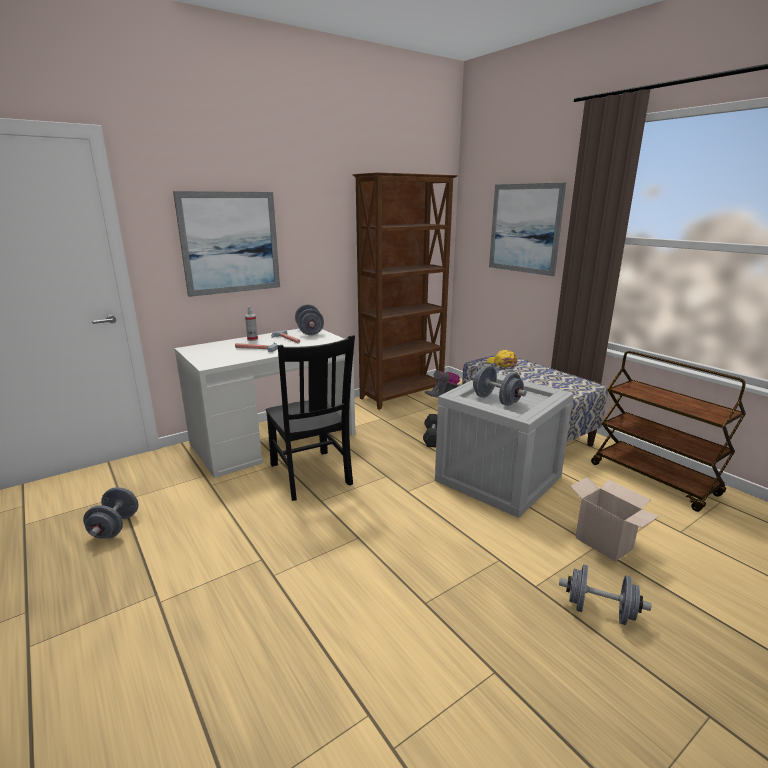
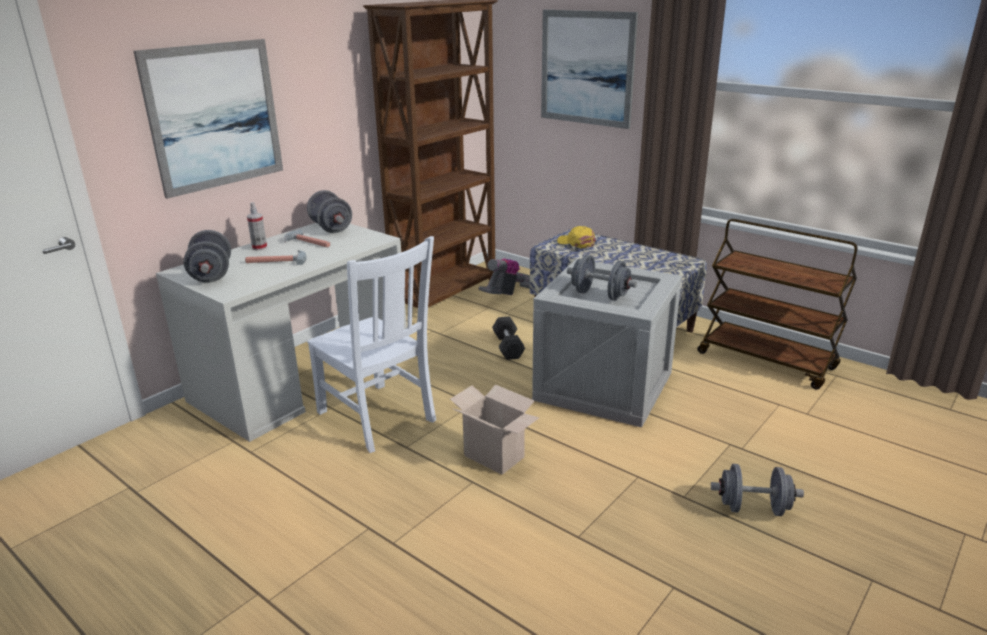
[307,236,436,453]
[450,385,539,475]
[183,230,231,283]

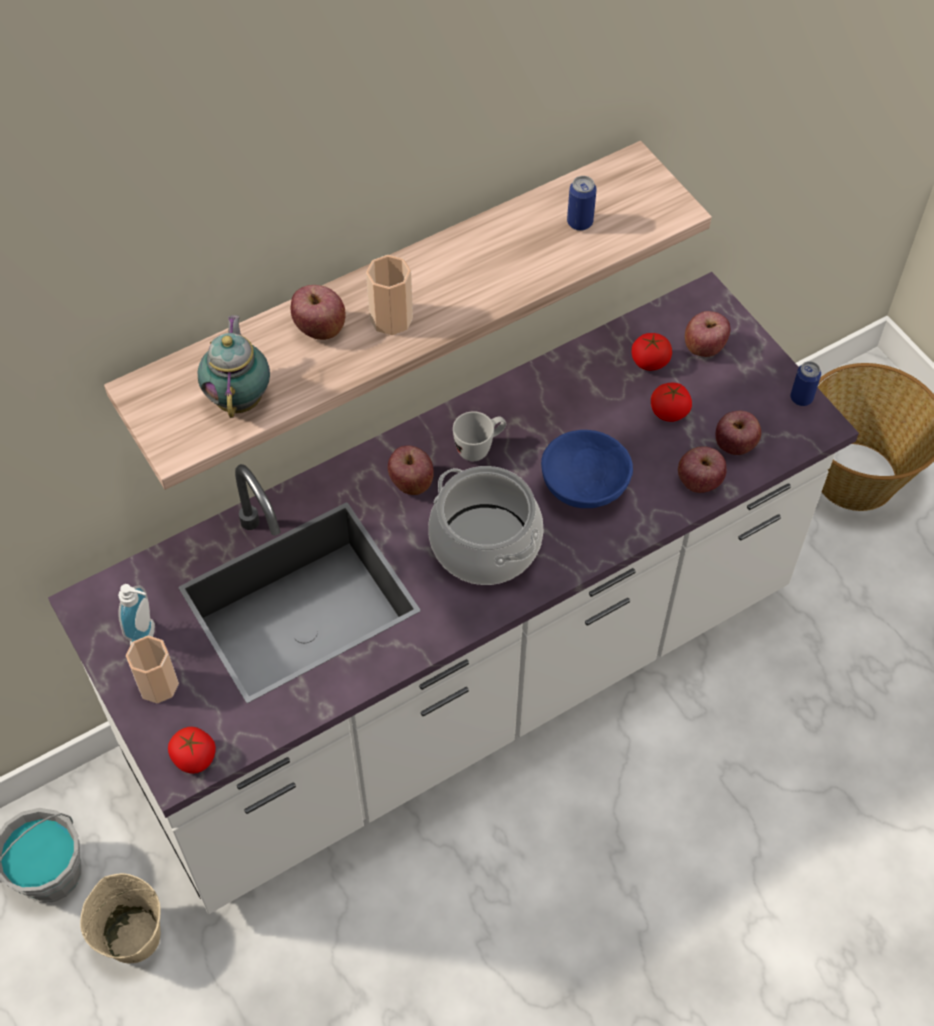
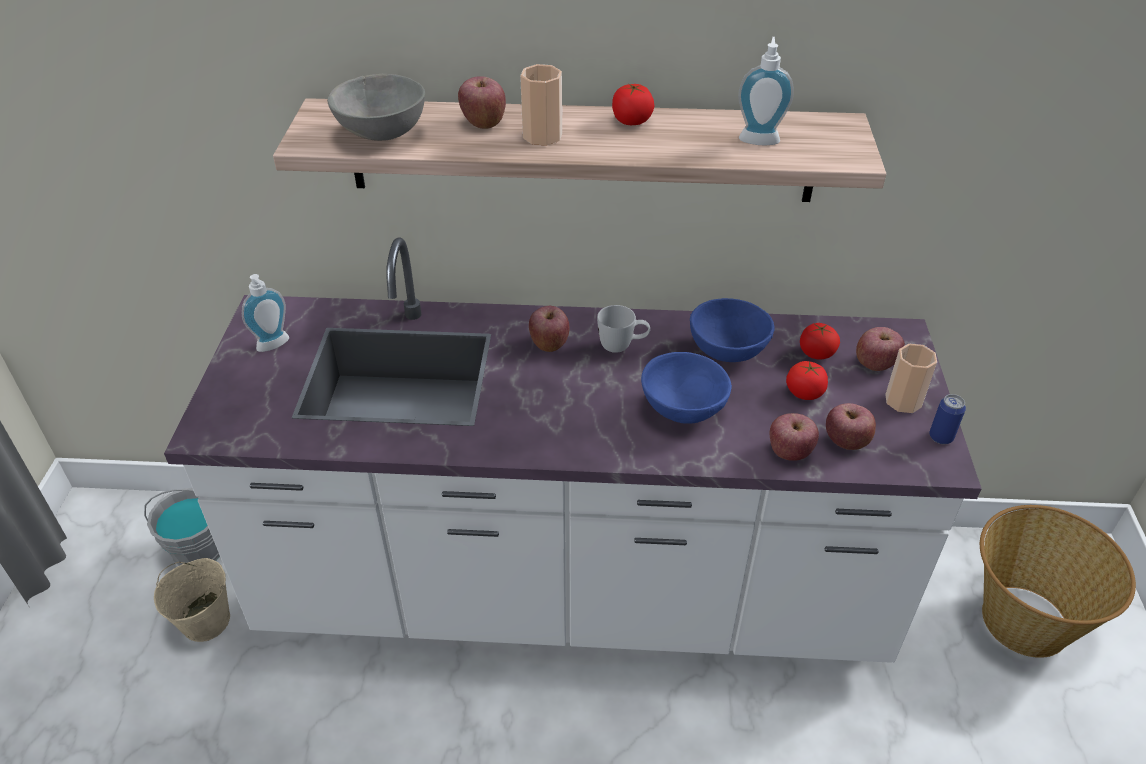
[738,37,794,145]
[327,74,425,141]
[428,466,543,585] (first image)
[885,344,937,413]
[612,84,655,125]
[690,298,774,362]

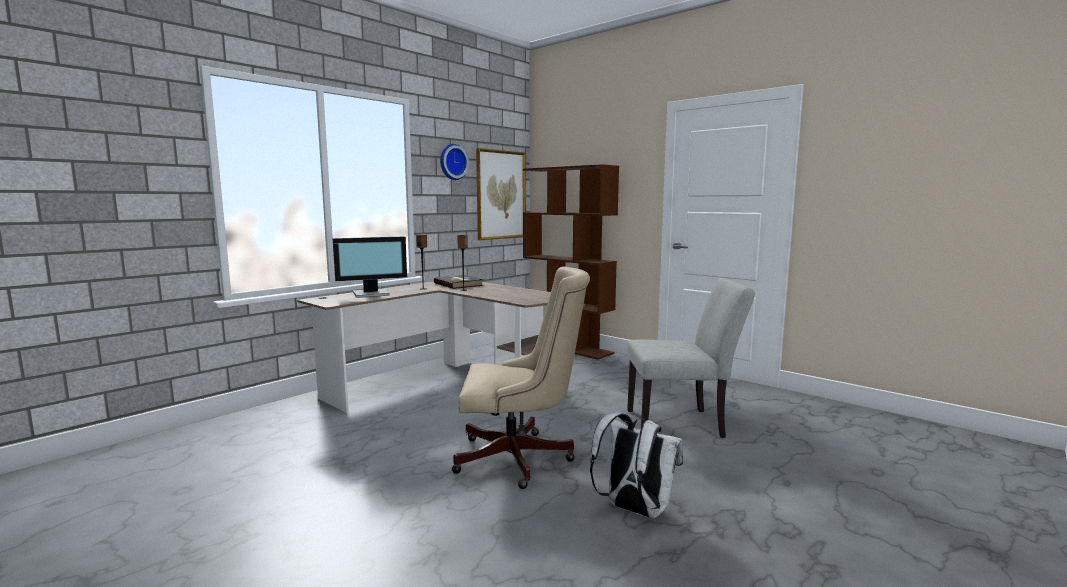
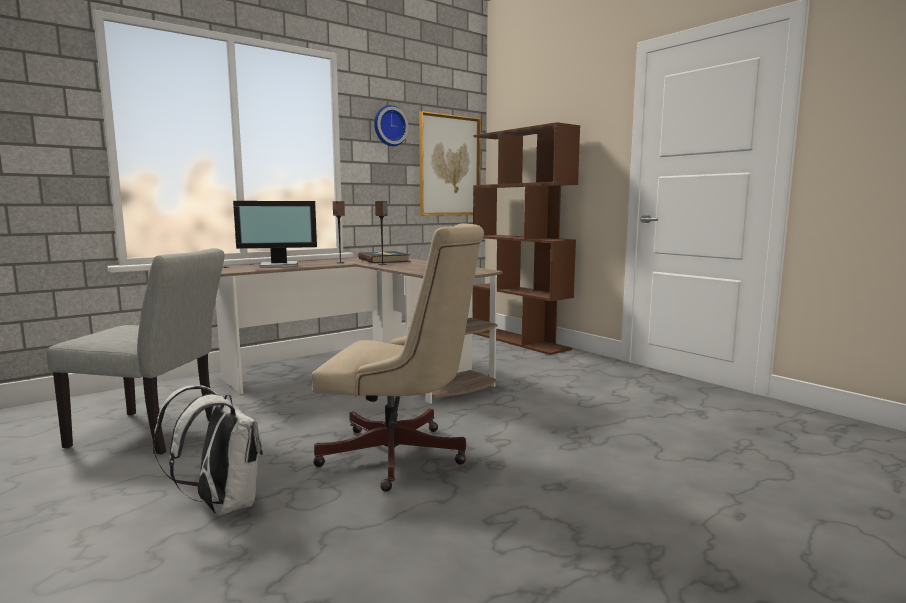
[46,248,225,454]
[153,385,263,516]

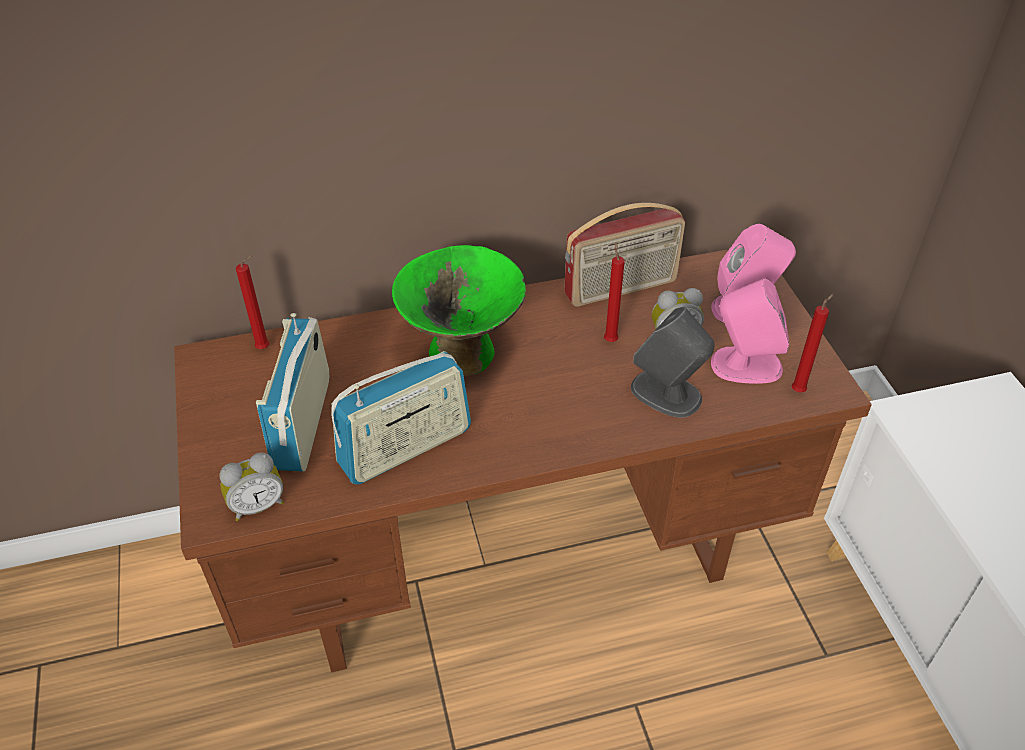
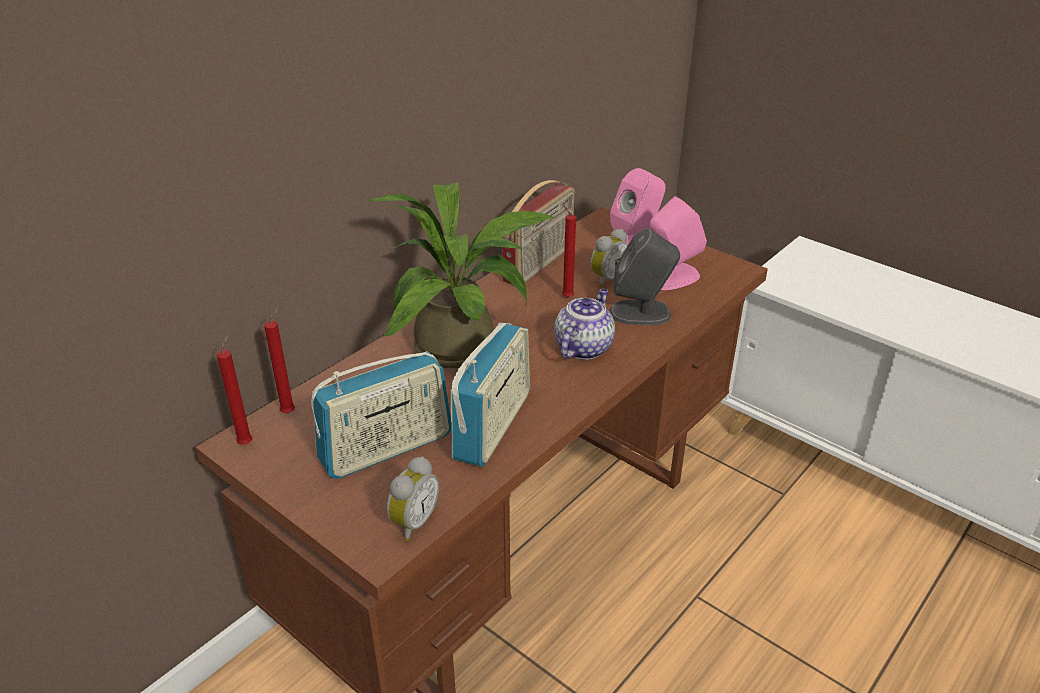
[368,182,555,368]
[217,335,252,445]
[311,351,451,479]
[554,288,615,360]

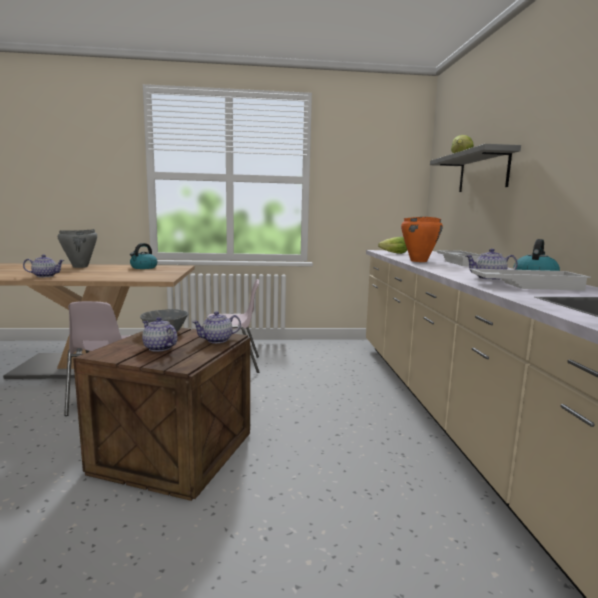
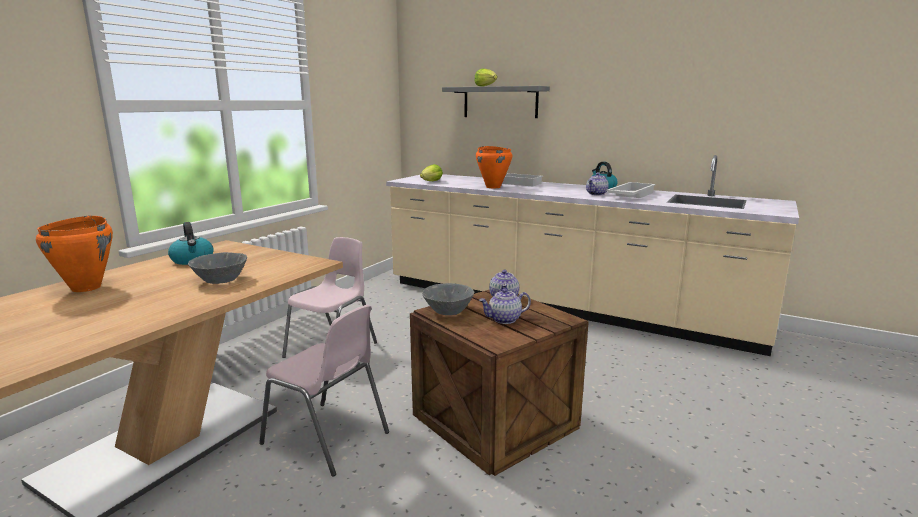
[36,216,113,292]
[23,254,65,277] (first image)
[188,252,247,284]

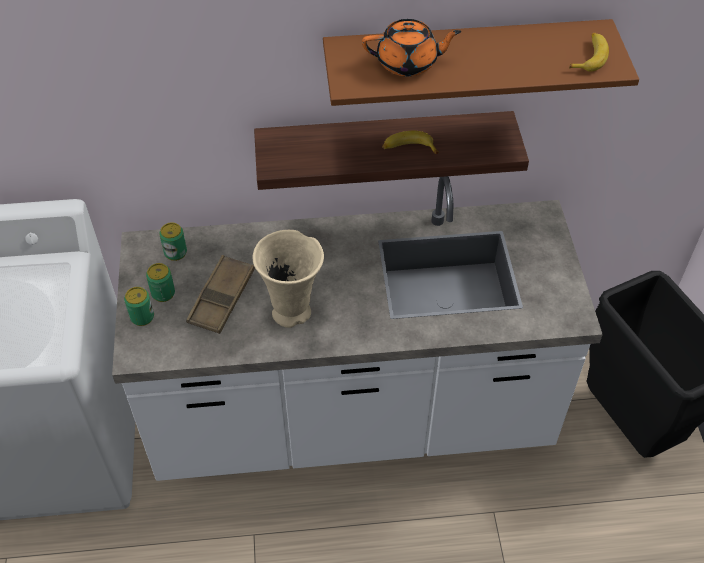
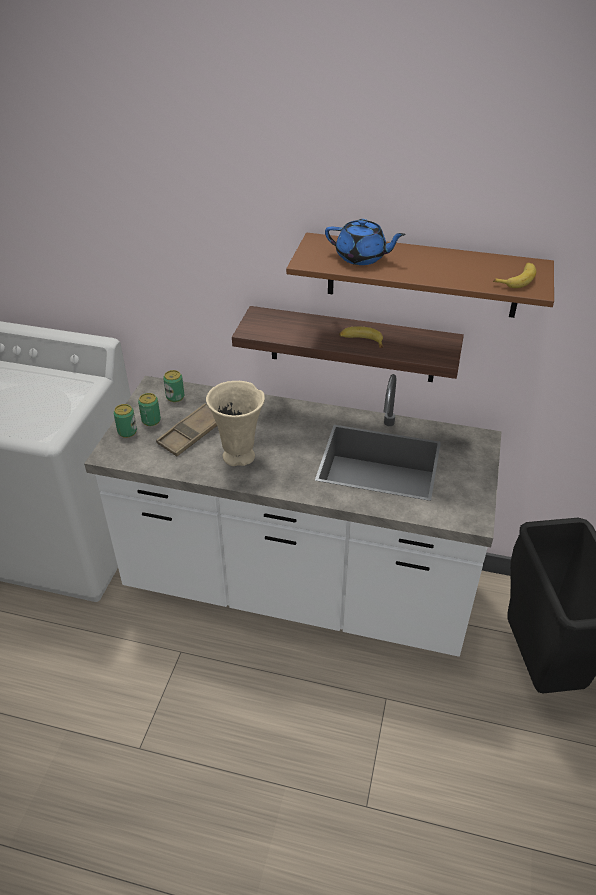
[325,219,406,265]

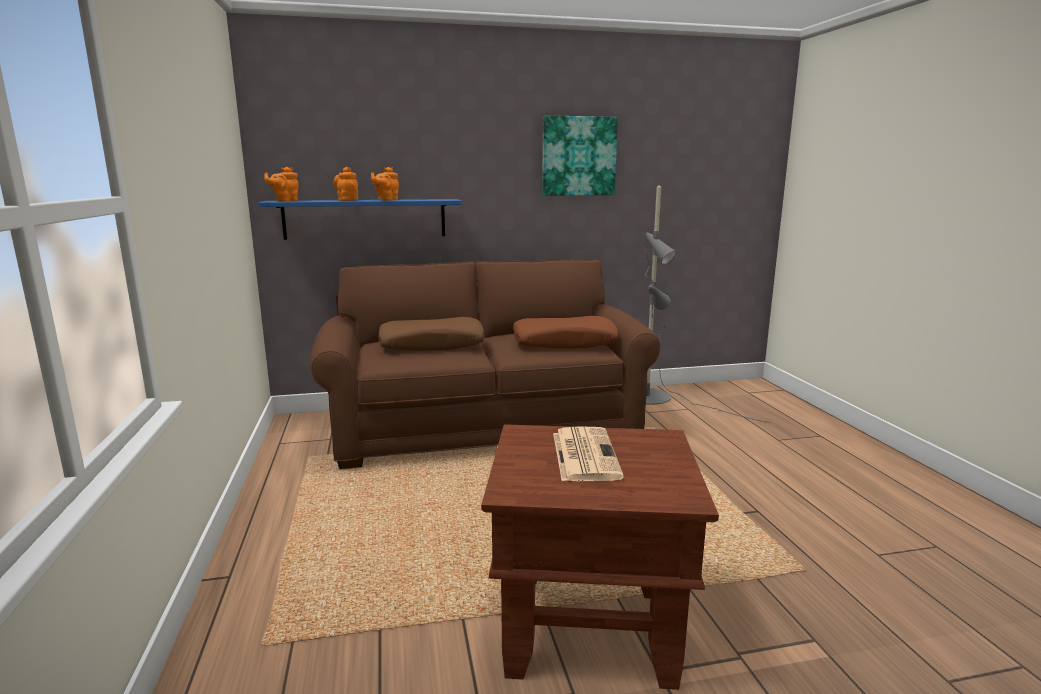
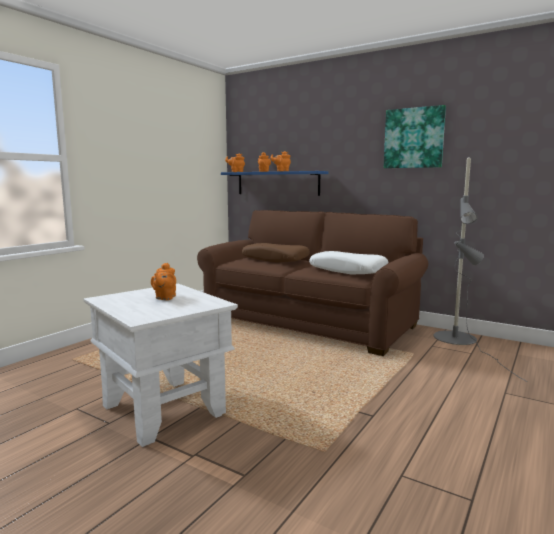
[309,251,388,275]
[83,284,238,447]
[151,263,176,300]

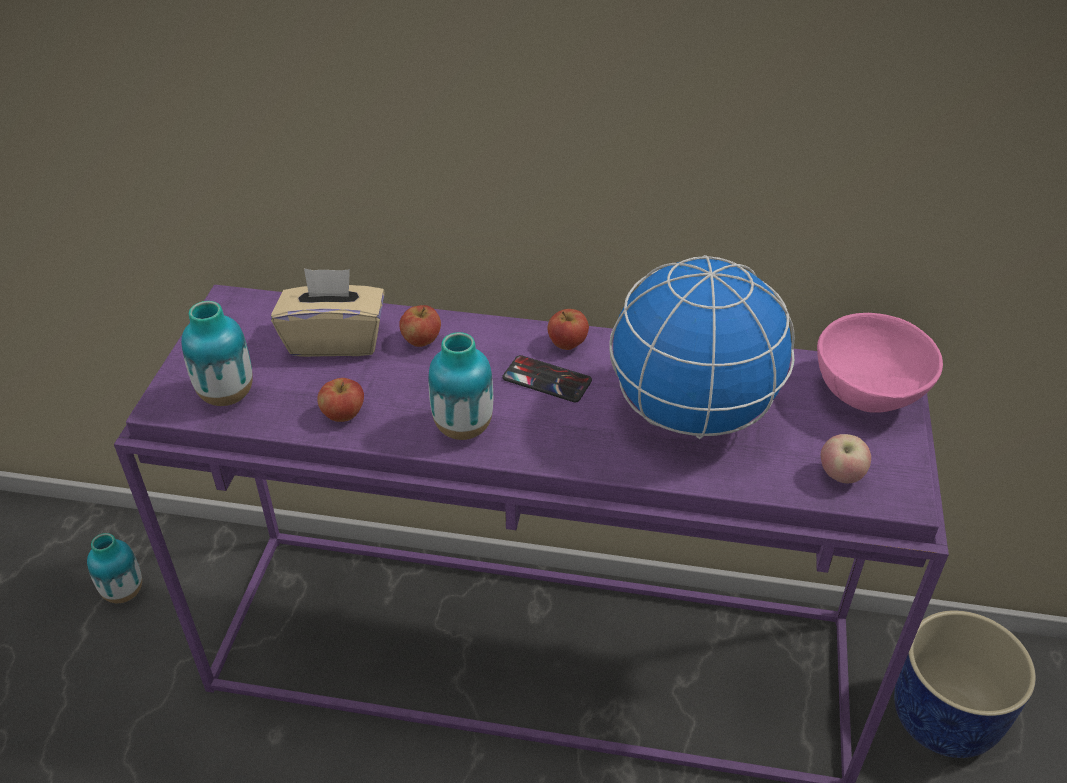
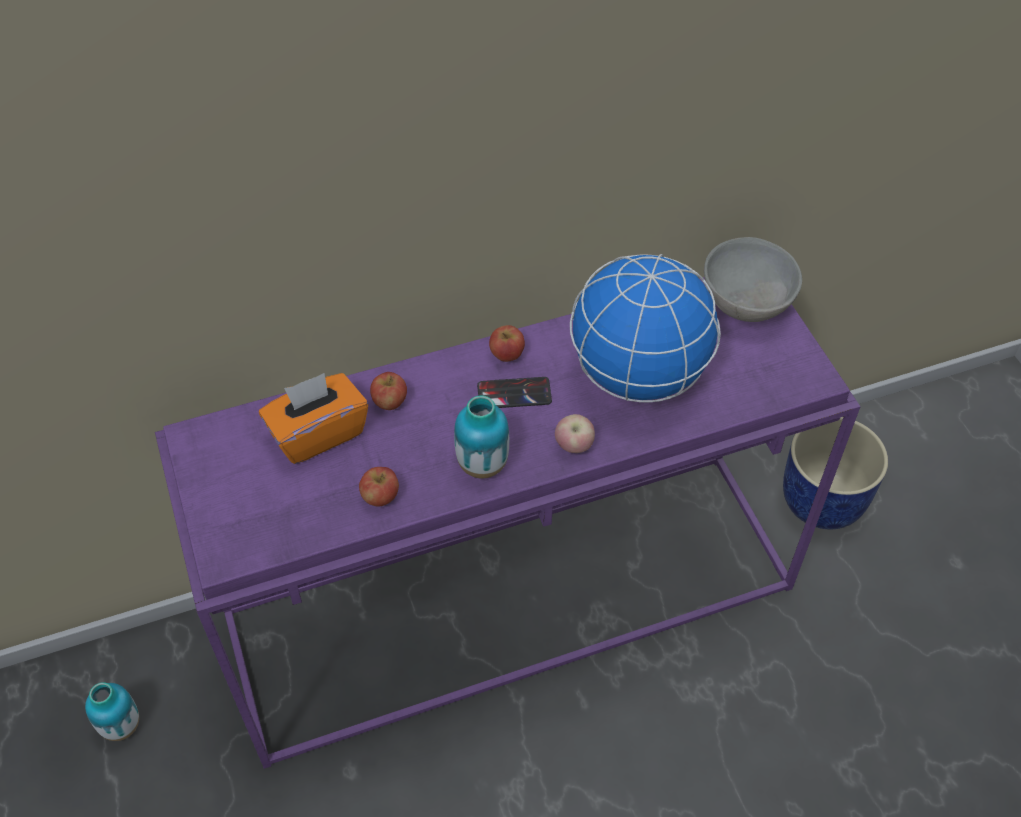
[259,373,368,464]
[181,301,253,406] (first image)
[704,237,802,322]
[555,414,595,453]

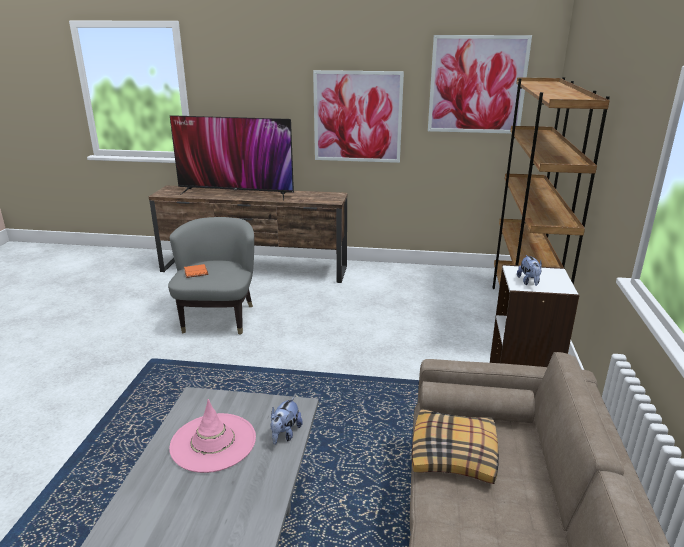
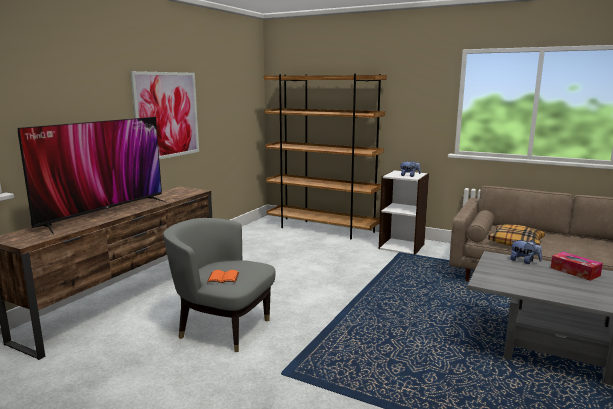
[428,35,532,133] (first image)
[169,399,256,473] (first image)
[551,252,603,281]

